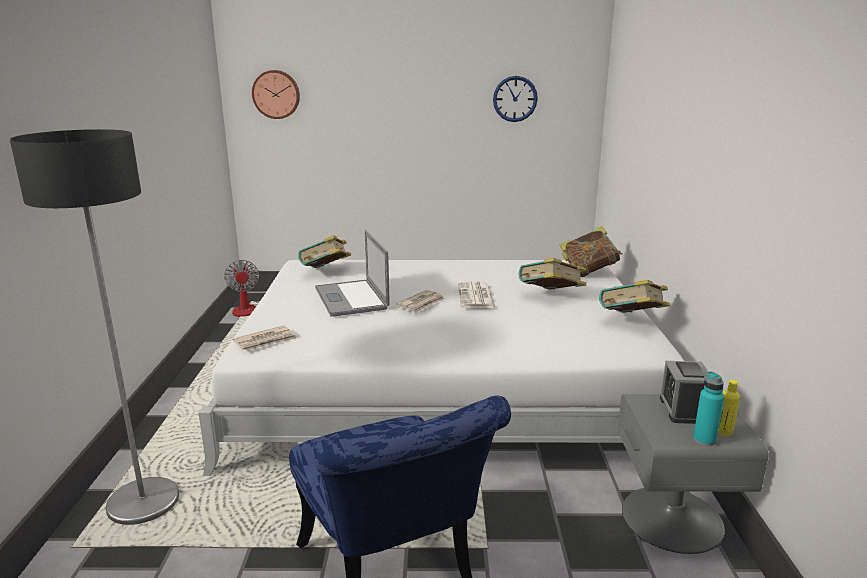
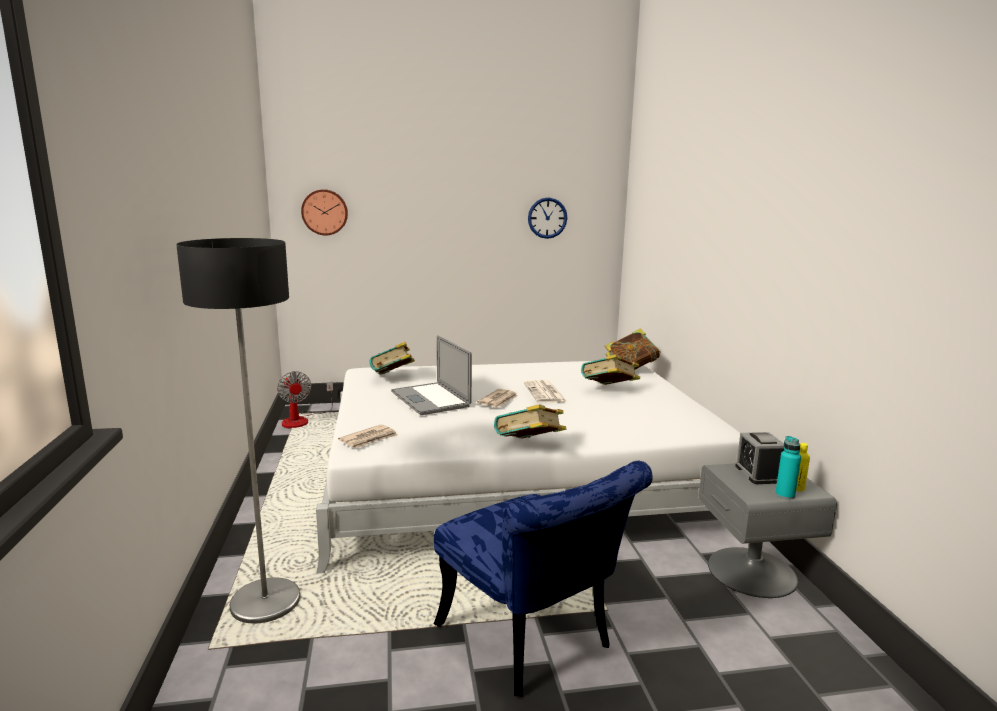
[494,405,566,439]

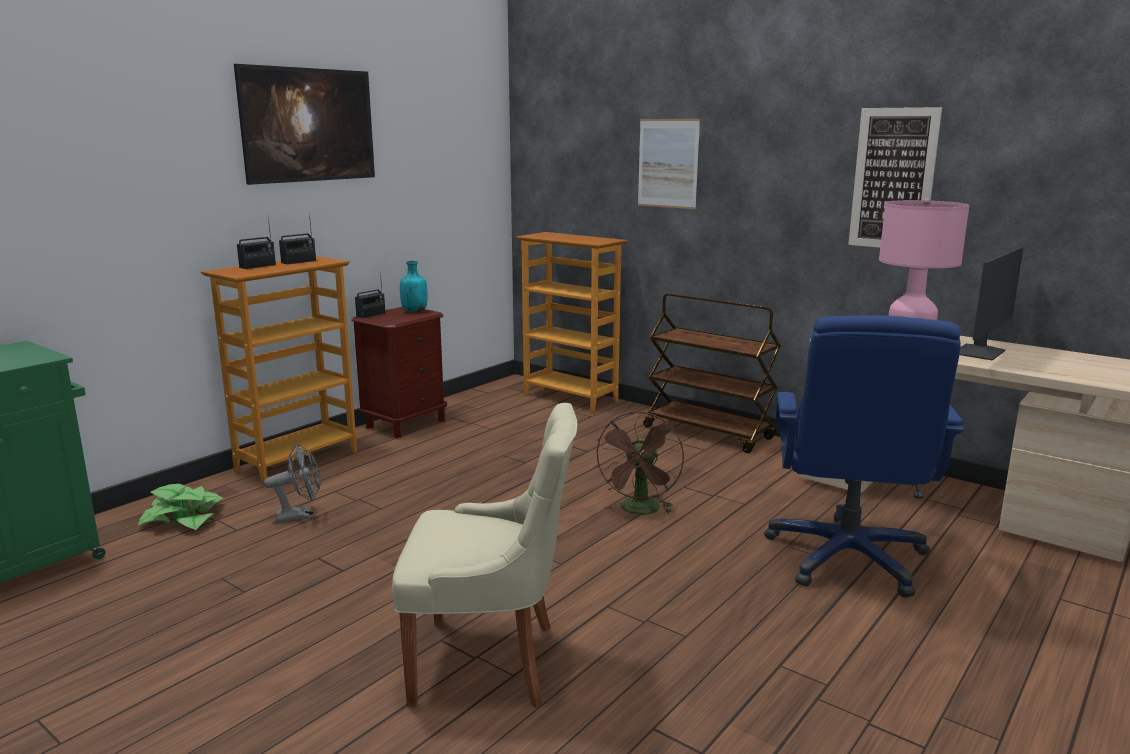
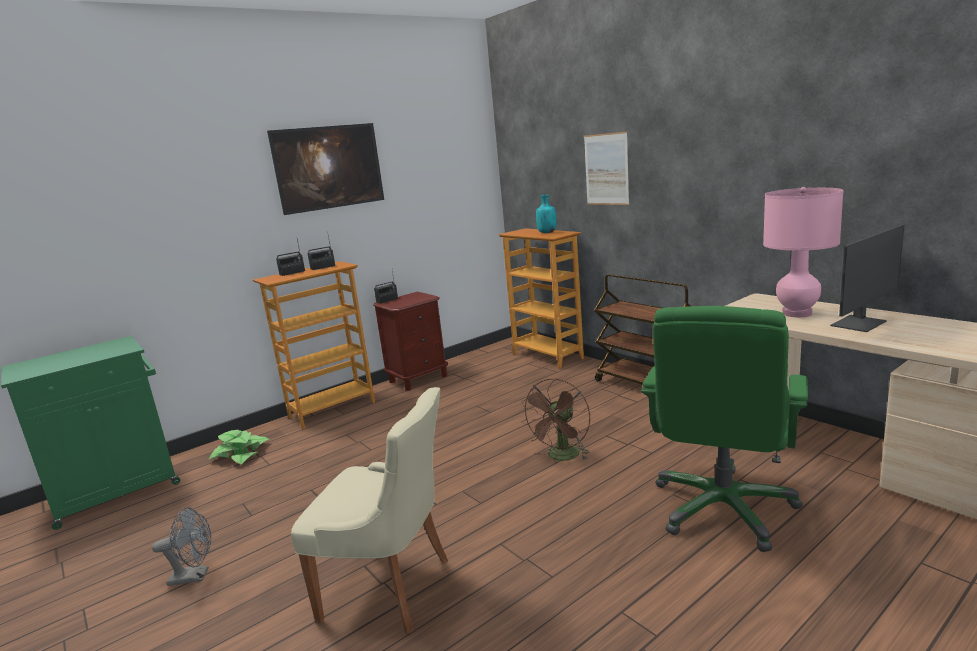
[848,107,942,248] (first image)
[536,195,556,233]
[641,306,808,552]
[152,507,211,586]

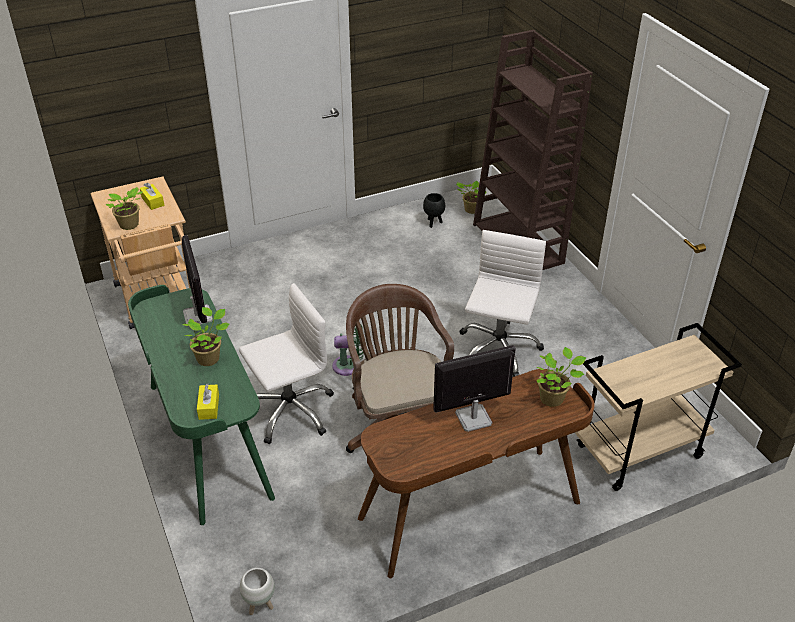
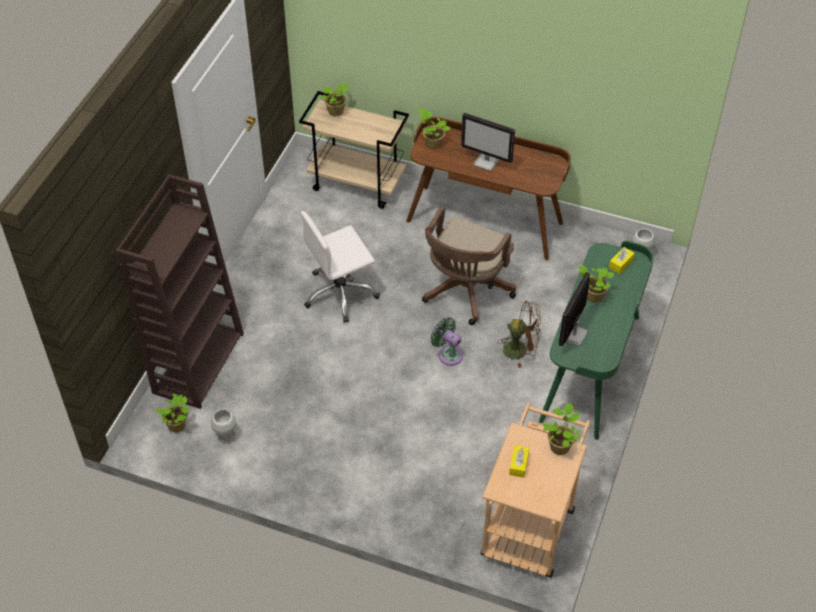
[211,409,236,444]
[497,301,541,368]
[321,82,350,116]

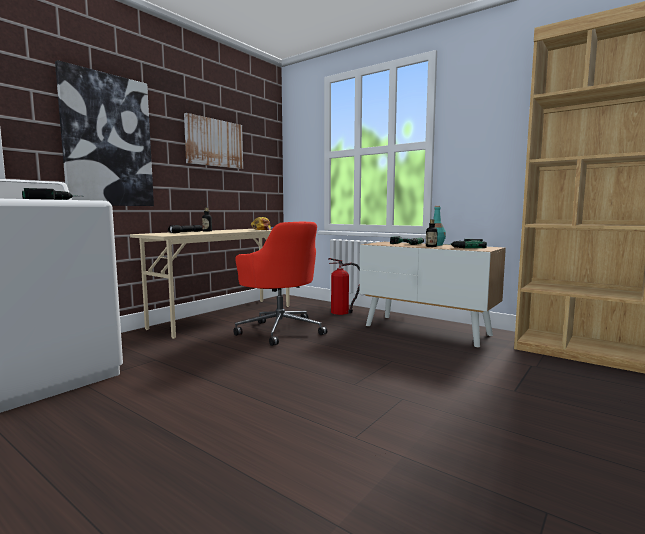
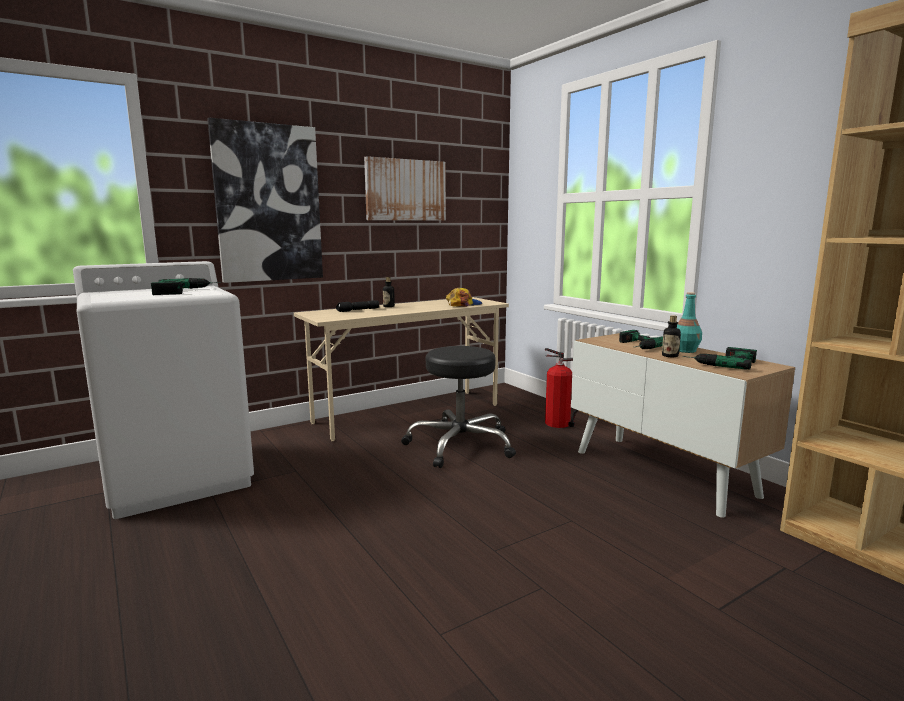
[401,346,516,468]

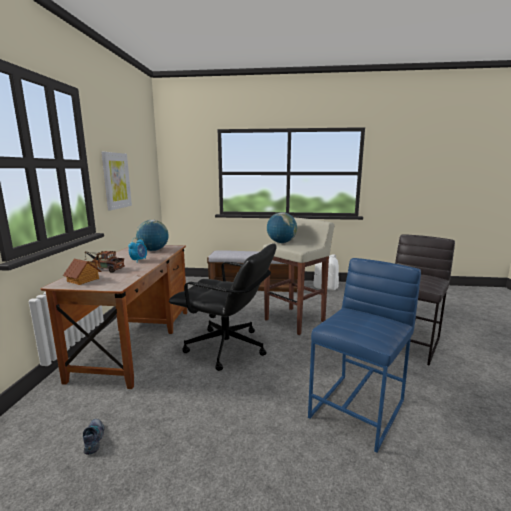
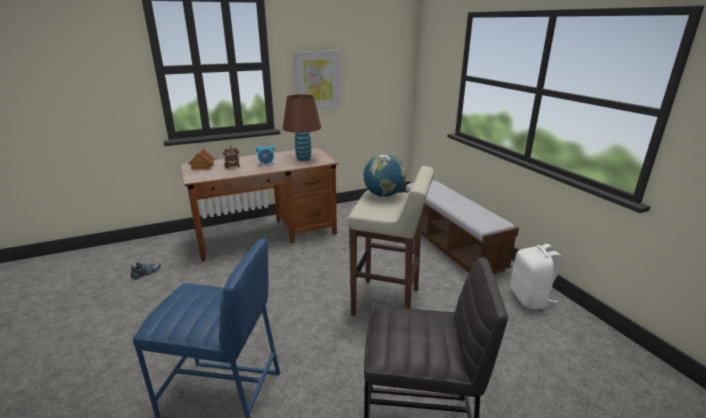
[283,94,321,161]
[169,244,276,371] (first image)

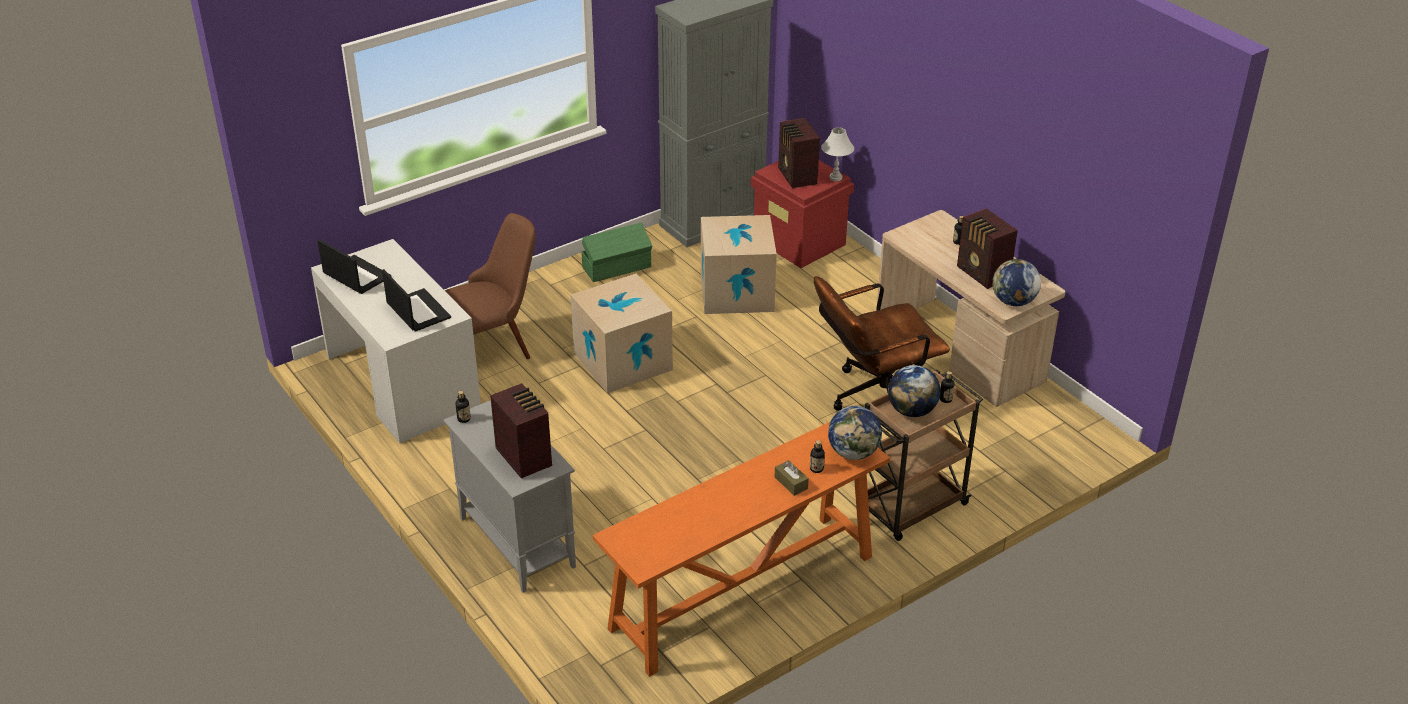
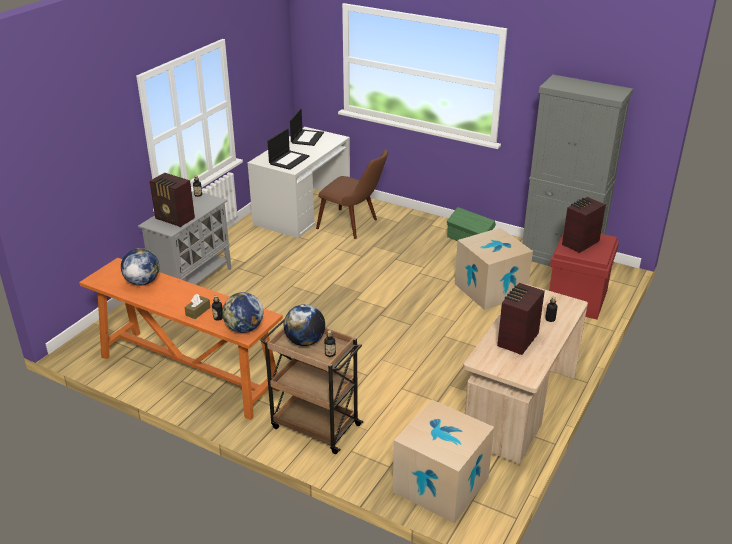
[821,127,854,181] (first image)
[121,248,159,286]
[393,400,494,524]
[814,276,950,411] (first image)
[150,173,195,227]

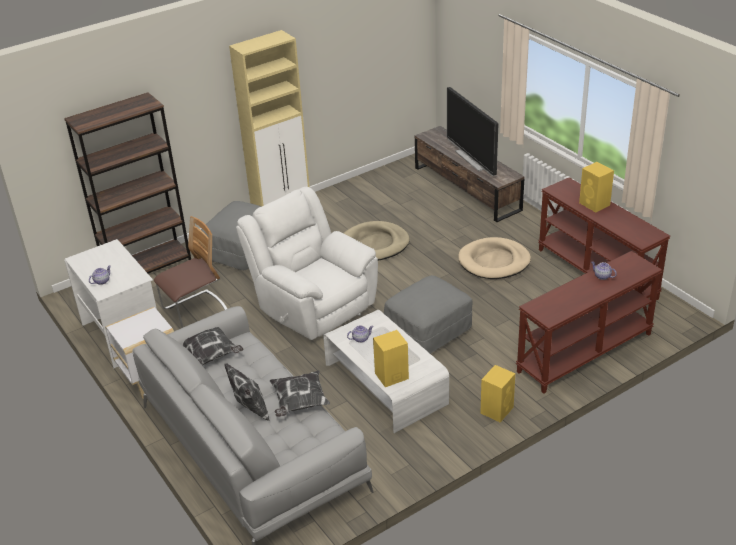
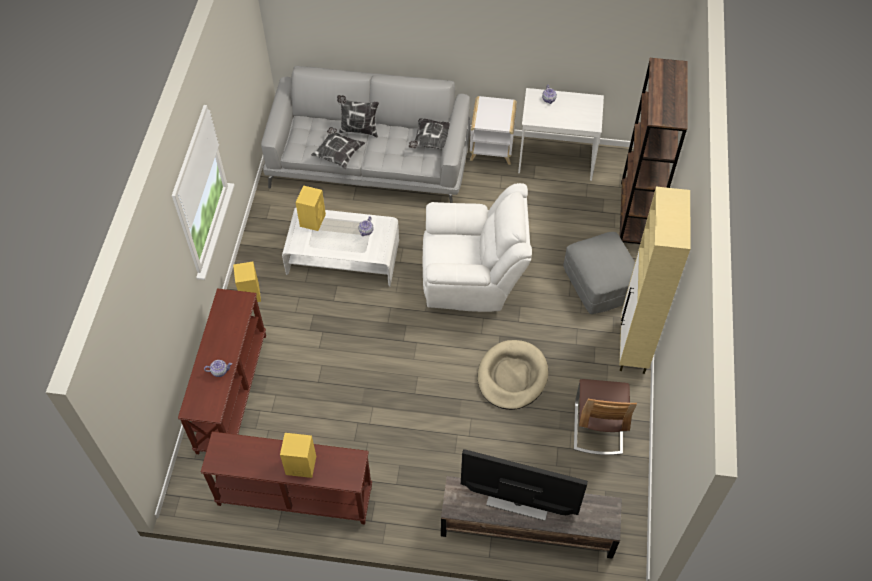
[574,379,637,455]
[458,237,531,279] (first image)
[384,275,472,354] (first image)

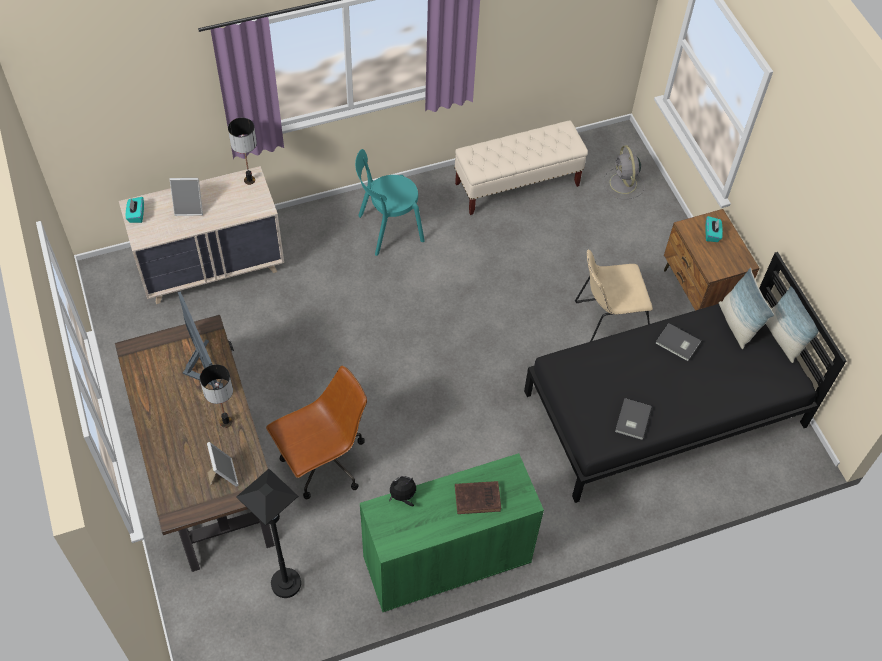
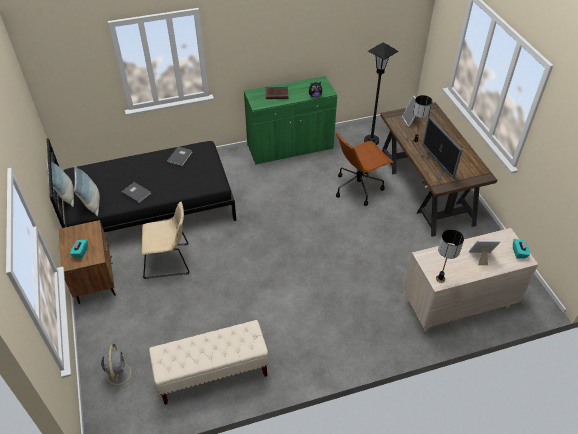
[355,149,425,256] (first image)

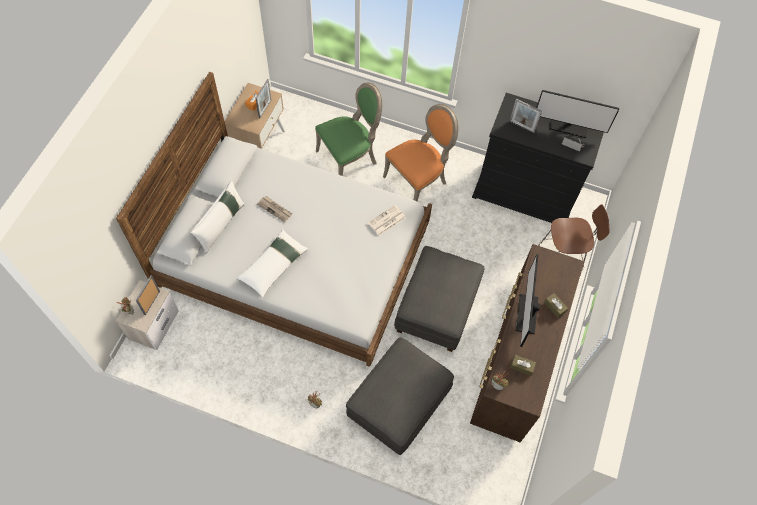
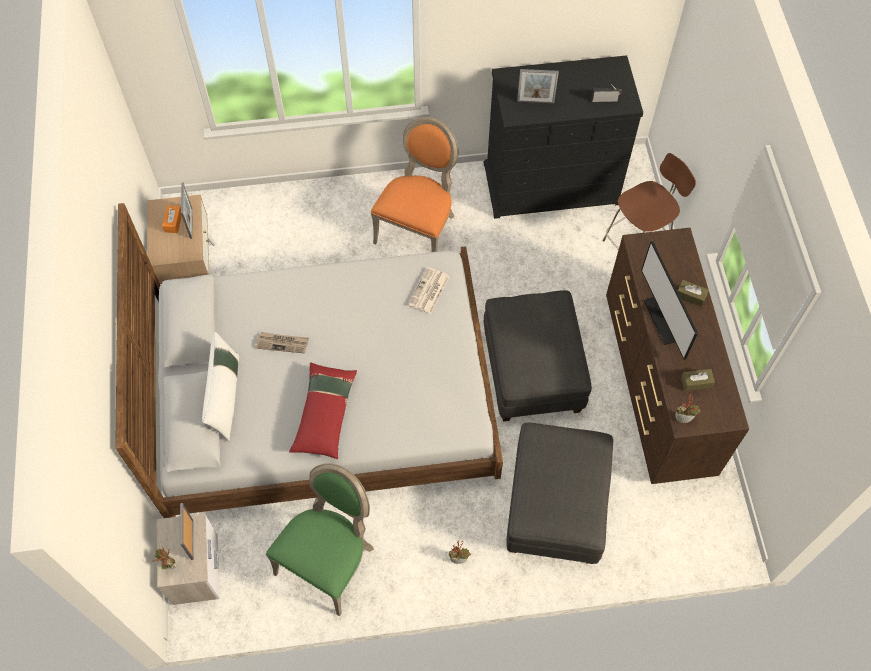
[266,463,374,616]
[536,90,620,138] (first image)
[289,363,357,459]

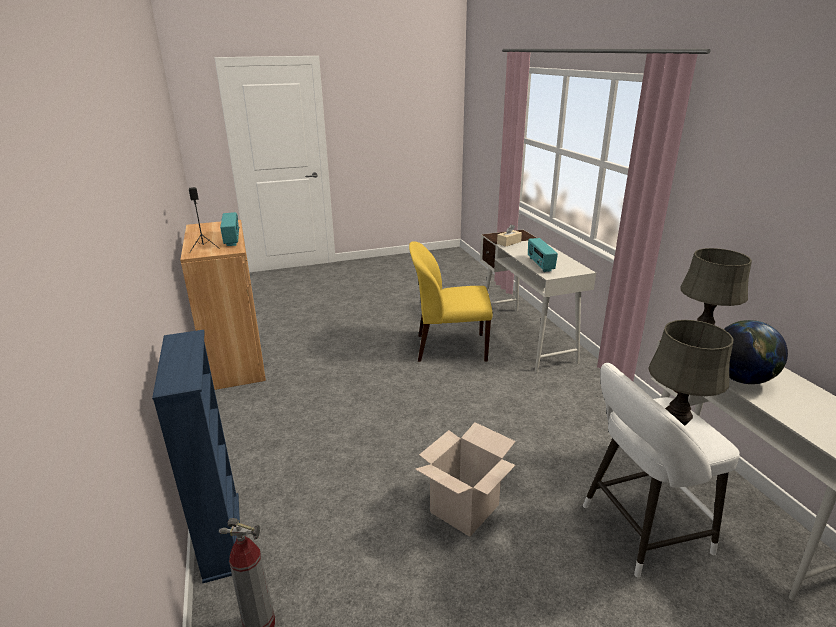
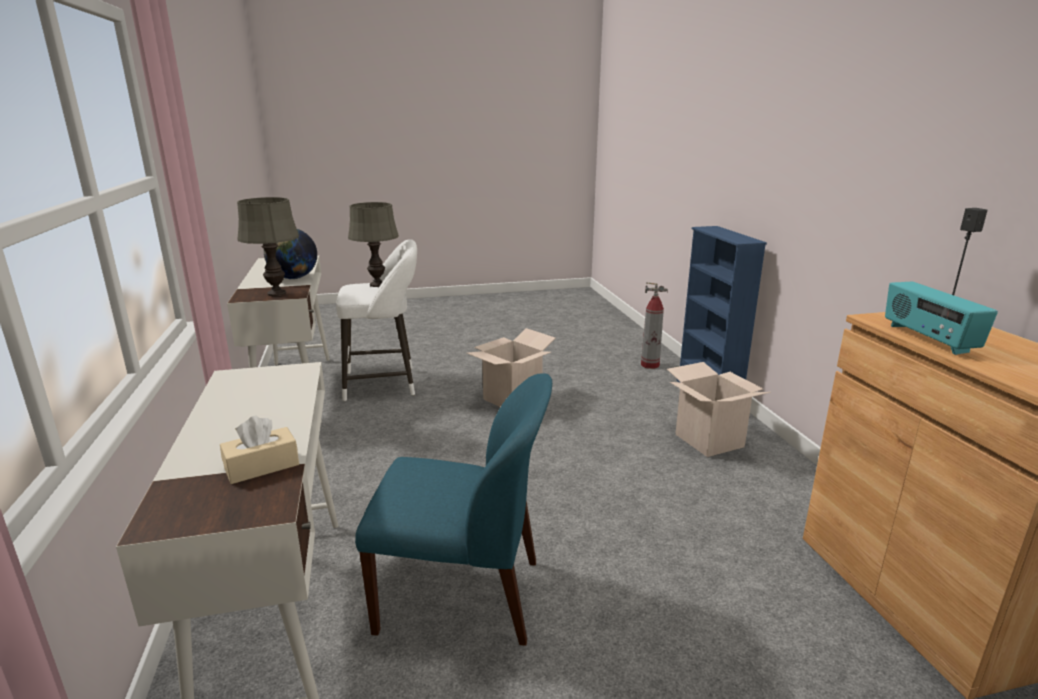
[528,238,558,272] (first image)
[355,373,552,646]
[667,362,771,457]

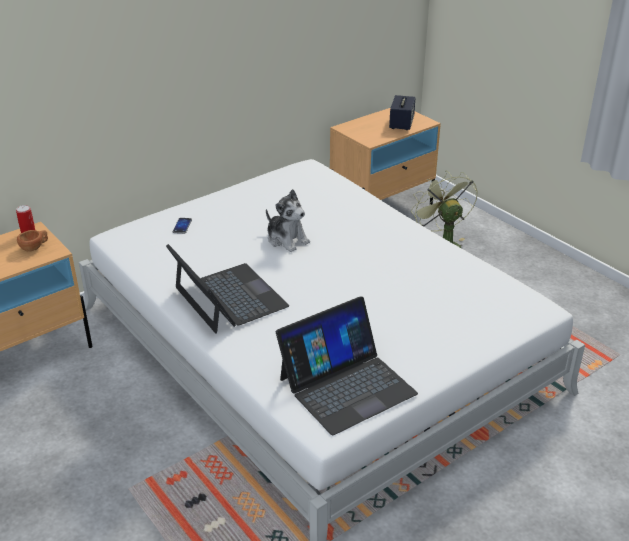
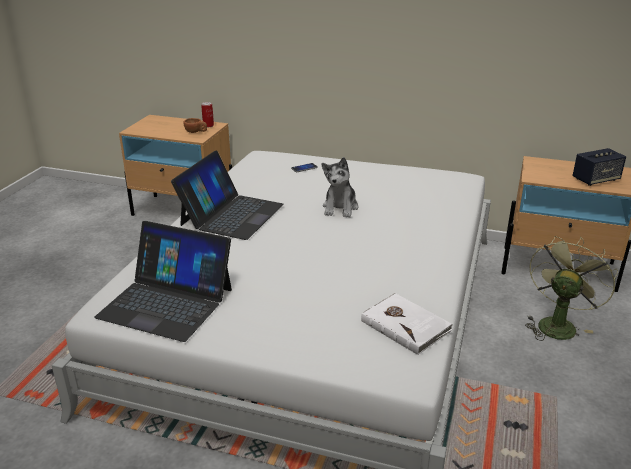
[361,293,453,355]

